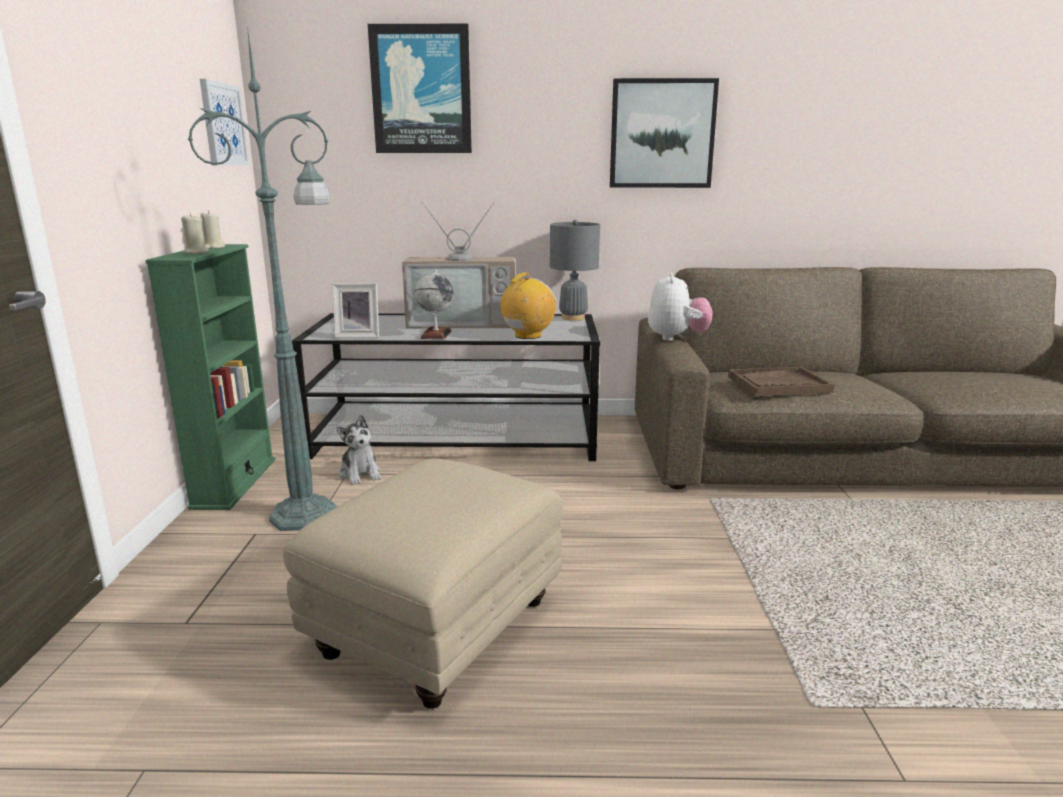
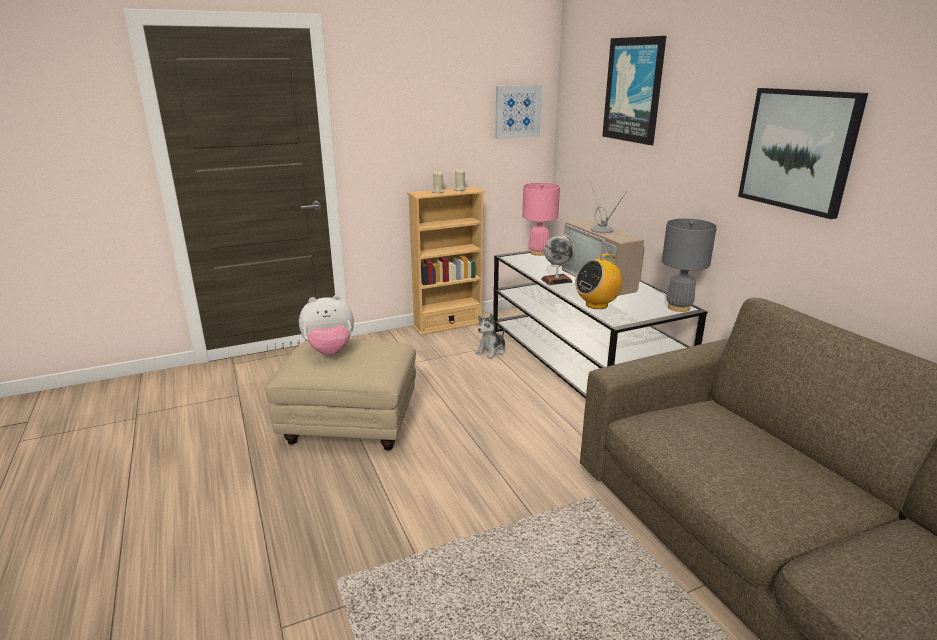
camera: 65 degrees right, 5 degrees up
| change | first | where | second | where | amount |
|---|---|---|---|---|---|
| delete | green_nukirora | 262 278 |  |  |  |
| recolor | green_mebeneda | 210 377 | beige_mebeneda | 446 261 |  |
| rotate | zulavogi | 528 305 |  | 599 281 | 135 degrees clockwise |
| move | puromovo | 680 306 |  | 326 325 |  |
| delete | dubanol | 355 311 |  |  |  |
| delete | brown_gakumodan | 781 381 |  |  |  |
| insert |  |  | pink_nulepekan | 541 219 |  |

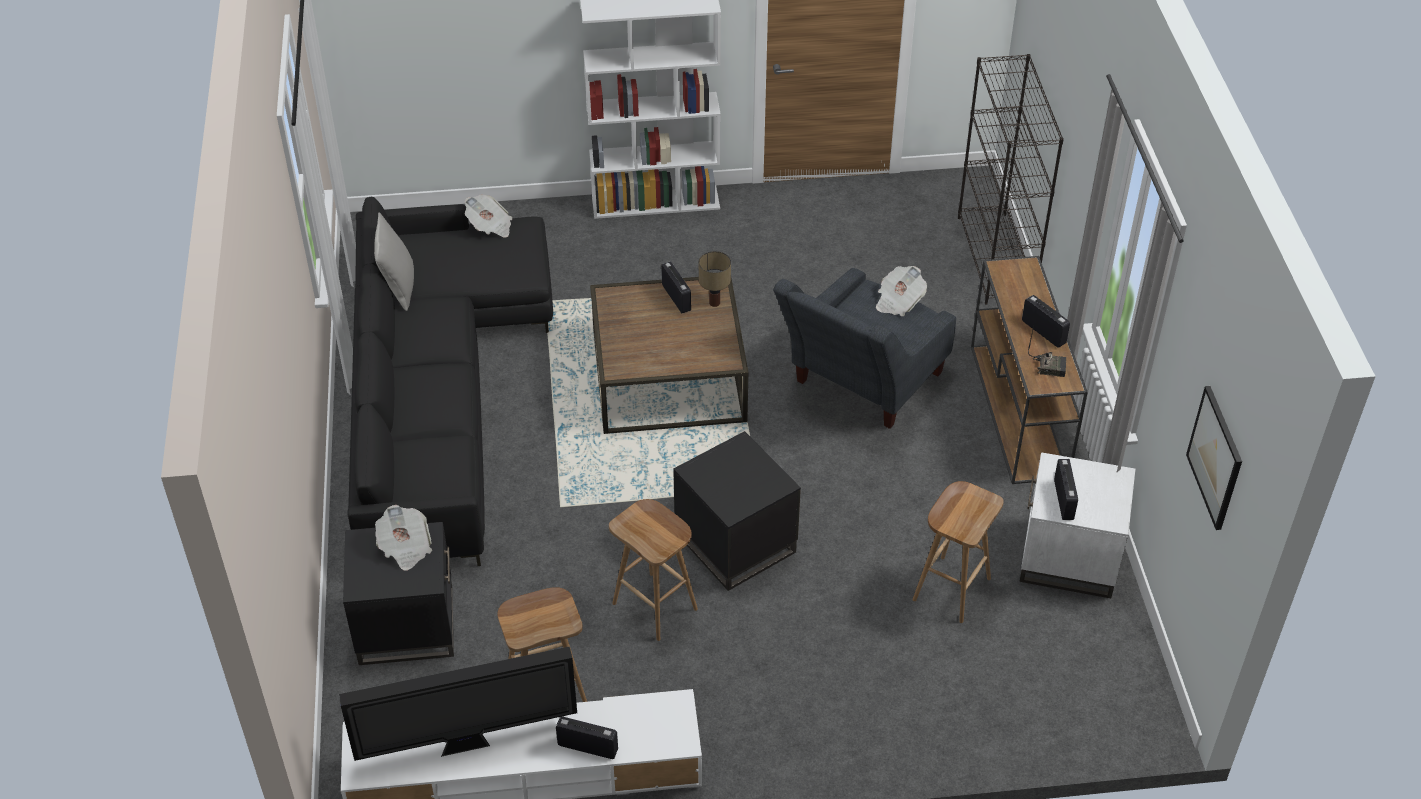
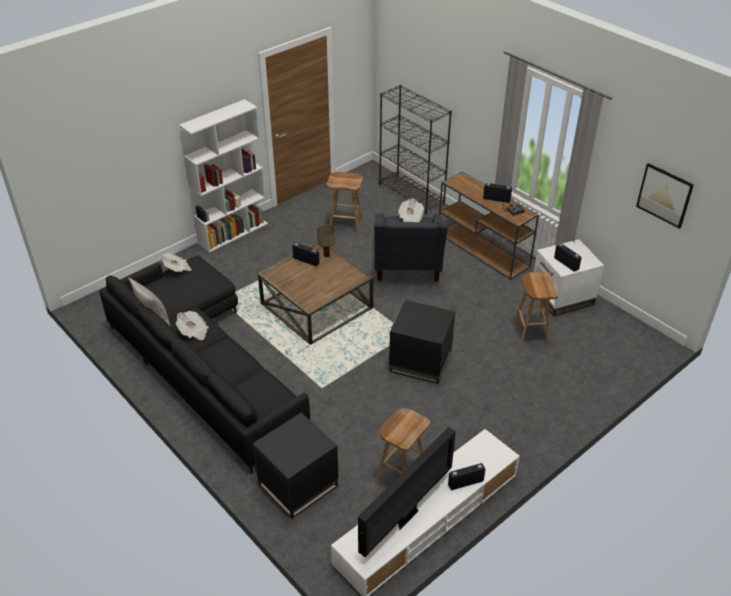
camera: 35 degrees left, 5 degrees down
| change | first | where | second | where | amount |
|---|---|---|---|---|---|
| move | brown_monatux | 653 570 |  | 345 203 |  |
| move | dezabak | 403 538 |  | 192 325 |  |

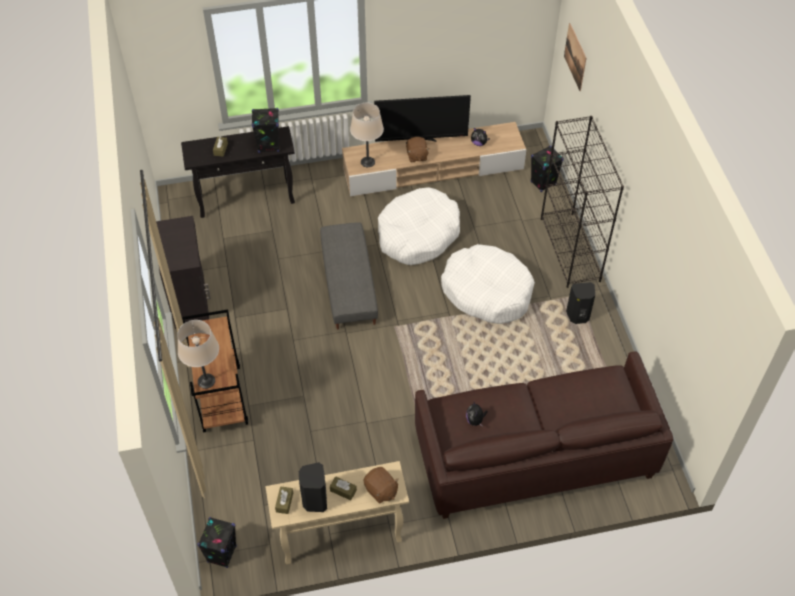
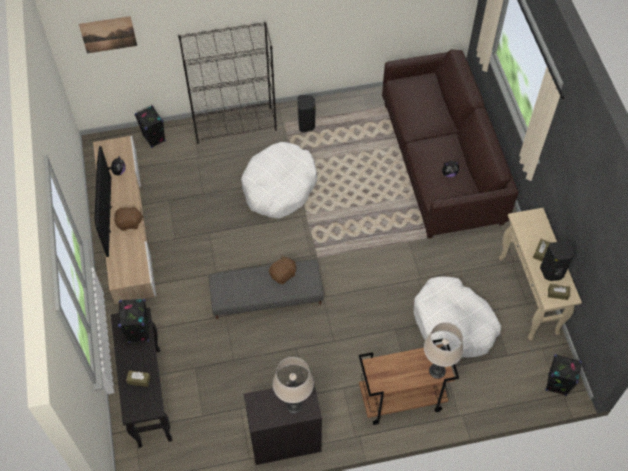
camera: 90 degrees left, 5 degrees up
| change | first | where | second | where | amount |
|---|---|---|---|---|---|
| move | beige_nulepekan | 367 135 |  | 293 385 |  |
| move | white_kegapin | 419 226 |  | 457 317 |  |
| move | brown_puromovo | 381 485 |  | 282 269 |  |

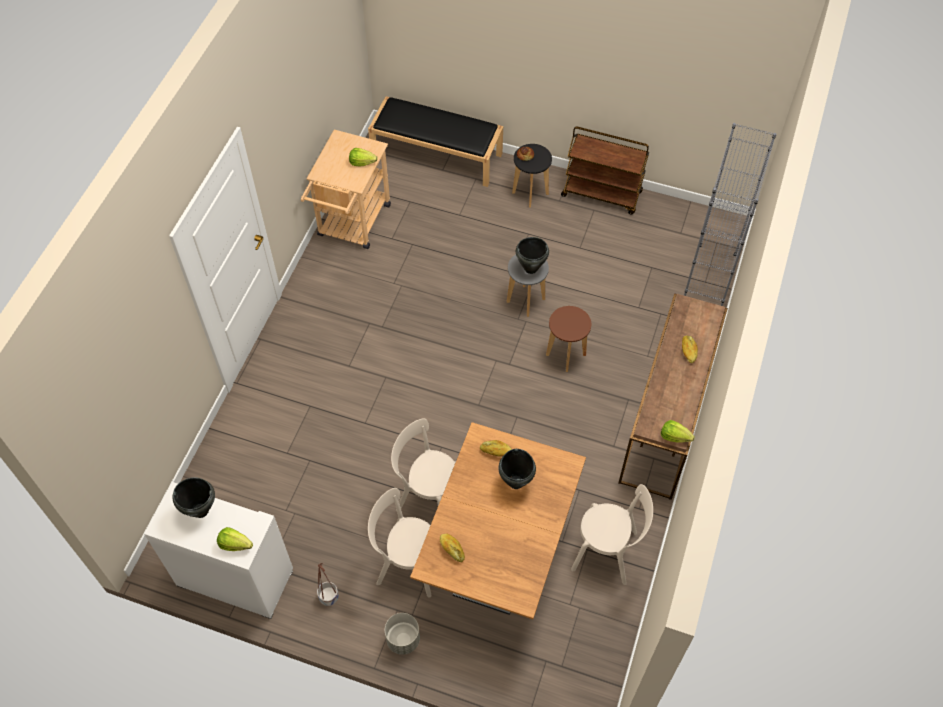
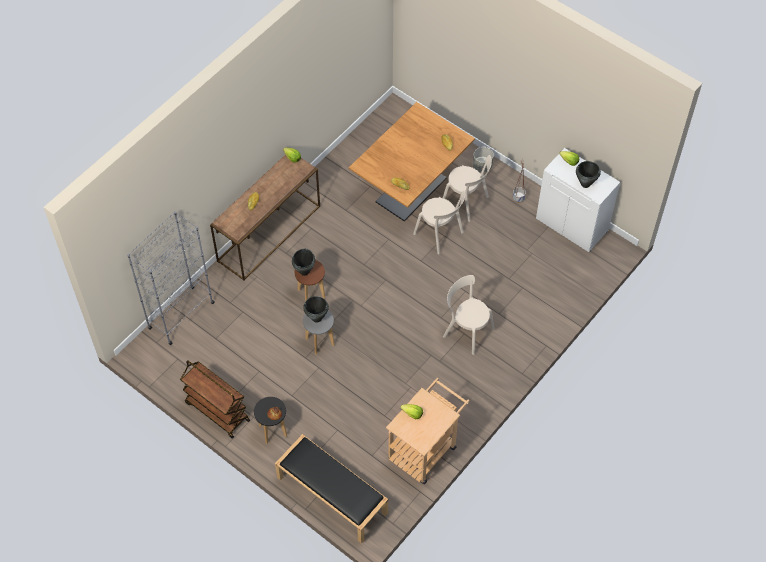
camera: 160 degrees left, 0 degrees up
| change | first | where | second | where | amount |
|---|---|---|---|---|---|
| move | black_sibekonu | 517 469 |  | 303 262 |  |
| move | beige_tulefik | 612 534 |  | 468 315 |  |

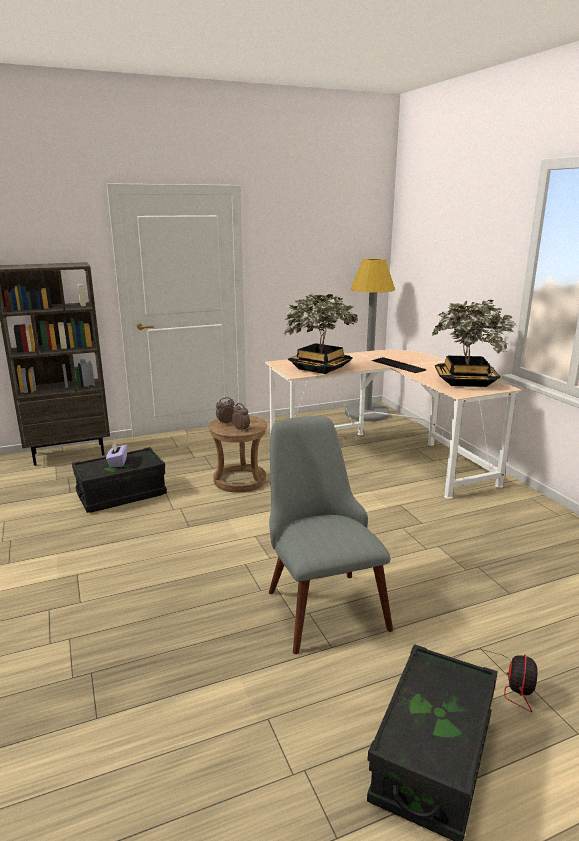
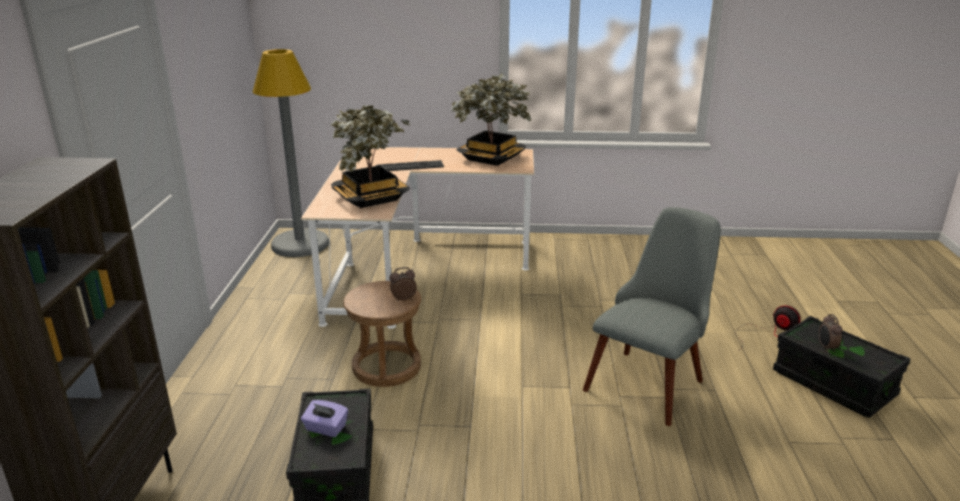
camera: 65 degrees left, 5 degrees up
| change | first | where | second | where | amount |
|---|---|---|---|---|---|
| move | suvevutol | 225 411 |  | 830 333 |  |
| rotate | grey_tulefik | 331 535 |  | 651 316 | 120 degrees clockwise |

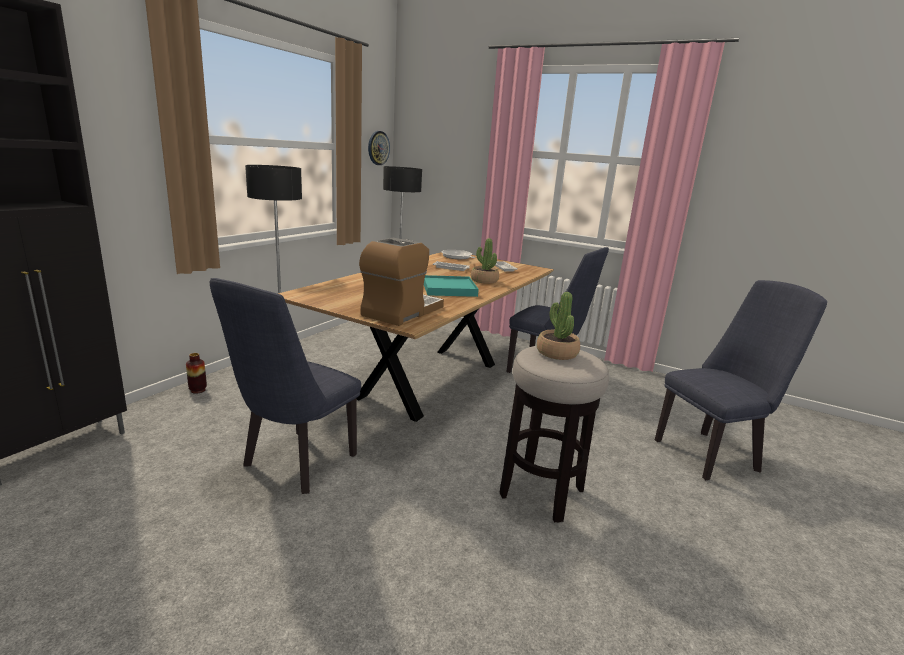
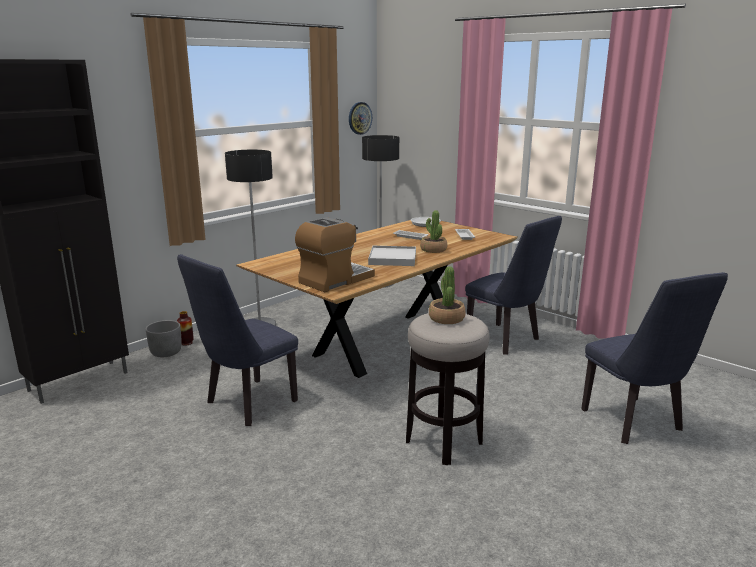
camera: 15 degrees right, 0 degrees up
| change | first | where | second | where | amount |
|---|---|---|---|---|---|
| recolor | turquoise_gakumodan | 451 286 | white_gakumodan | 392 256 |  |
| rotate | blue_tulefik | 741 380 |  | 654 358 | 75 degrees clockwise |
| insert |  |  | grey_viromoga | 163 338 |  |

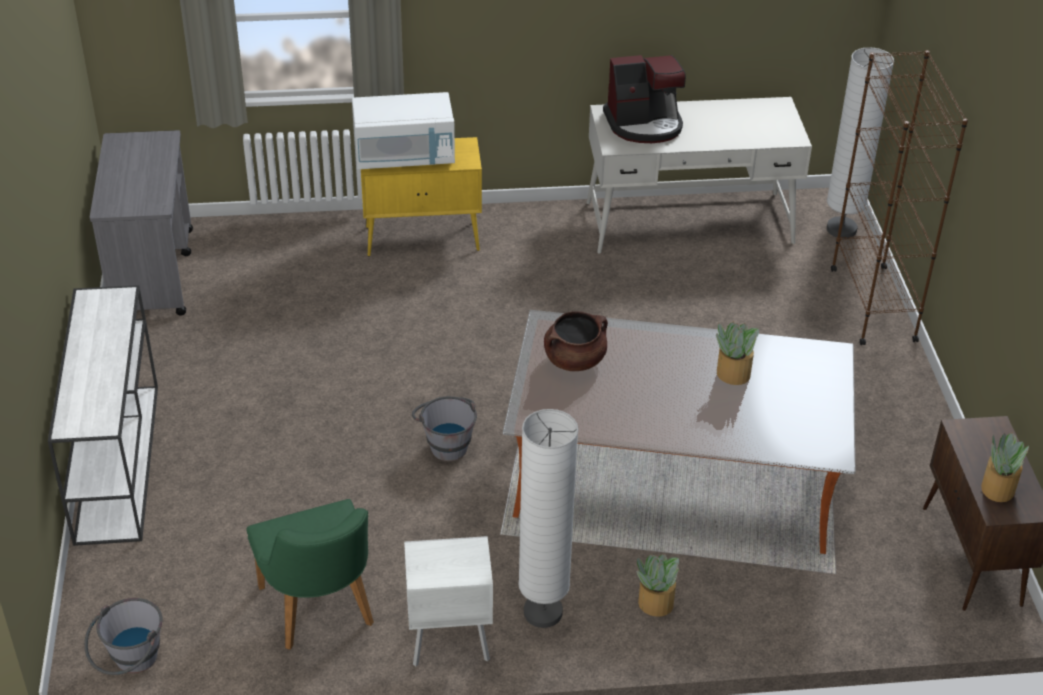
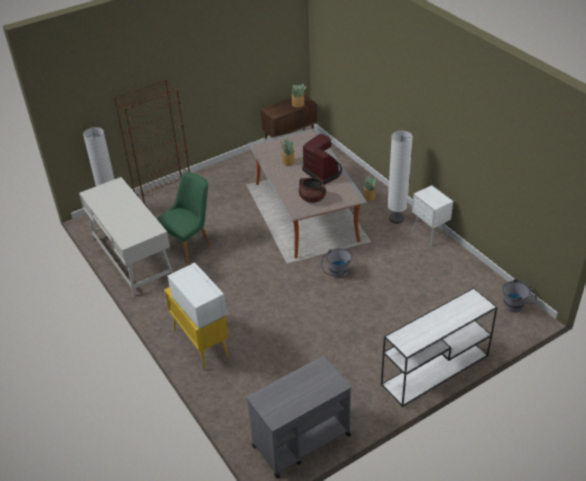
camera: 115 degrees left, 0 degrees up
| change | first | where | second | where | amount |
|---|---|---|---|---|---|
| move | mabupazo | 644 99 |  | 322 159 |  |
| move | green_tulefik | 310 574 |  | 183 218 |  |

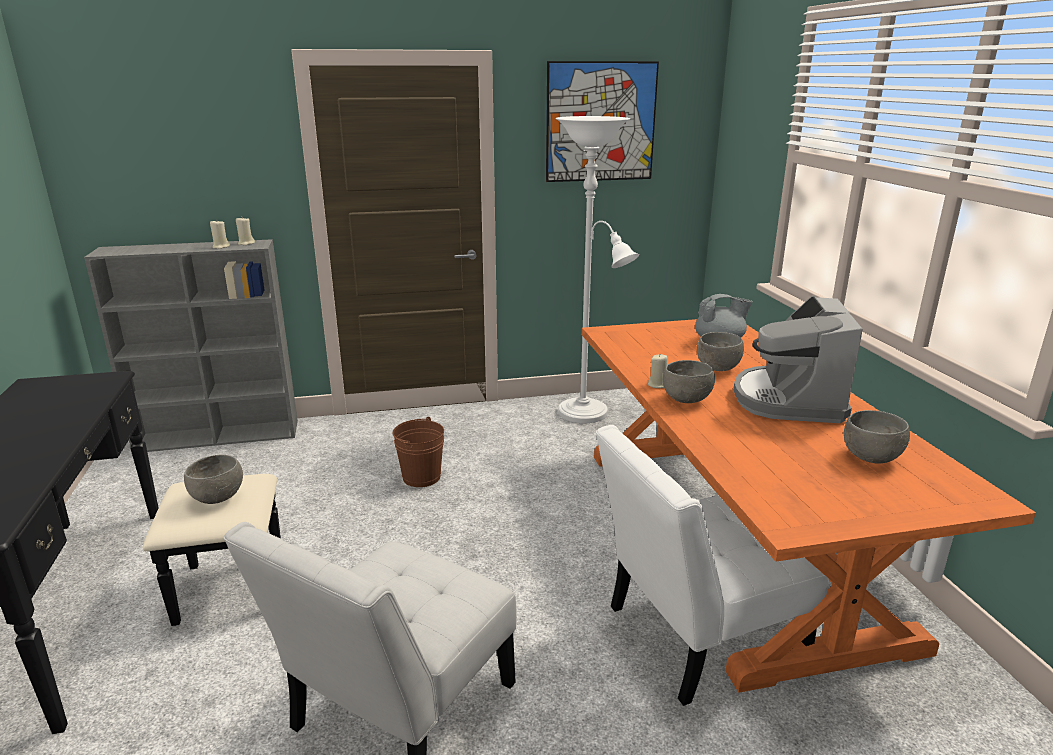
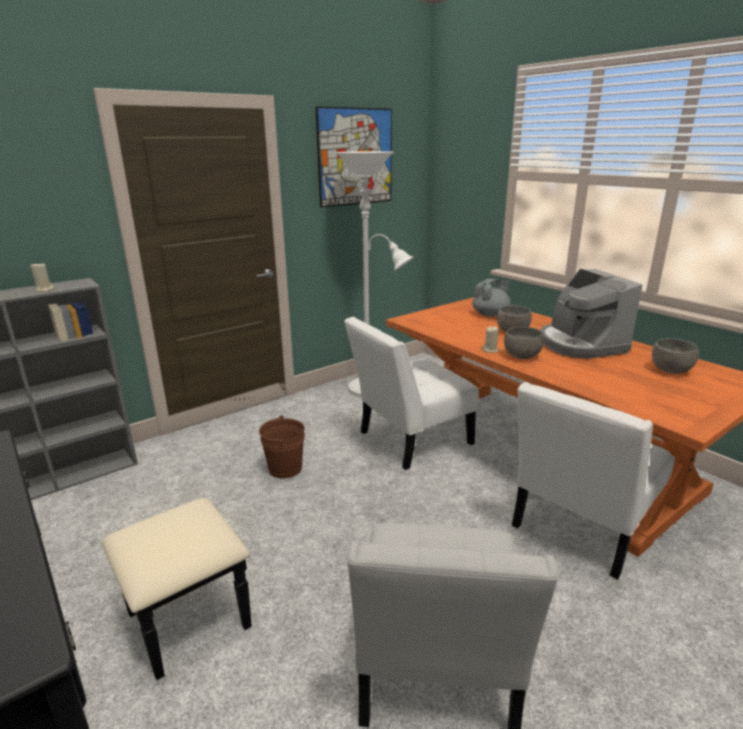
camera: 25 degrees left, 0 degrees up
| change | first | where | second | where | amount |
|---|---|---|---|---|---|
| delete | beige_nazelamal | 245 231 |  |  |  |
| delete | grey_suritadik | 213 479 |  |  |  |
| insert |  |  | white_tulefik | 411 393 |  |

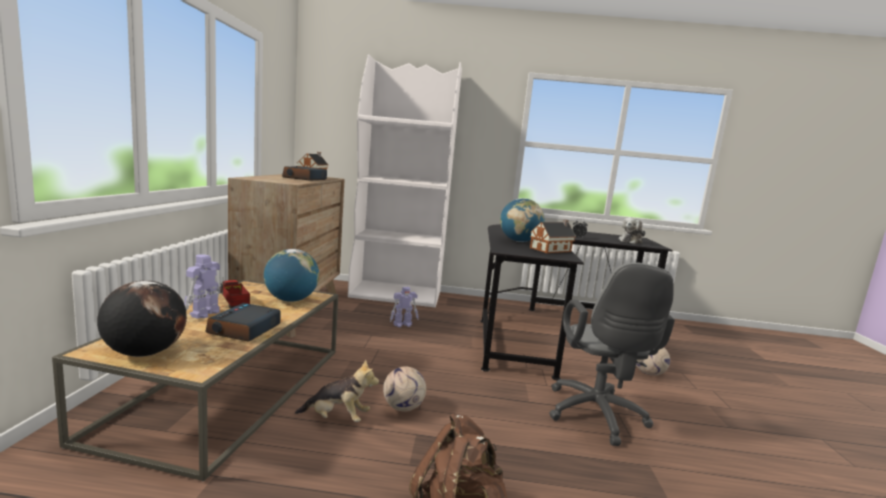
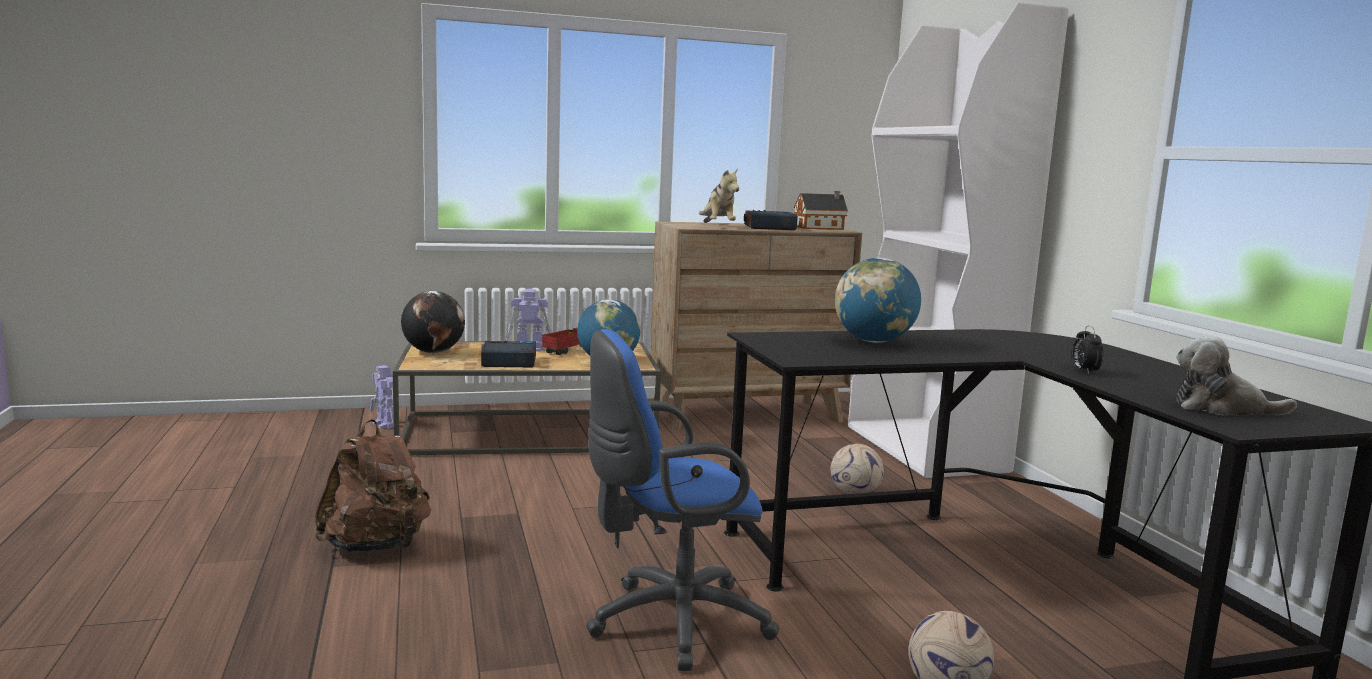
camera: 70 degrees right, 0 degrees up
| change | first | where | second | where | amount |
|---|---|---|---|---|---|
| delete | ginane | 553 236 |  |  |  |
| recolor | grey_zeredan | 612 354 | blue_zeredan | 682 500 |  |
| move | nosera | 404 307 |  | 382 397 |  |
| move | puromovo | 337 390 |  | 718 196 |  |
| move | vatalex | 404 389 |  | 857 469 |  |

